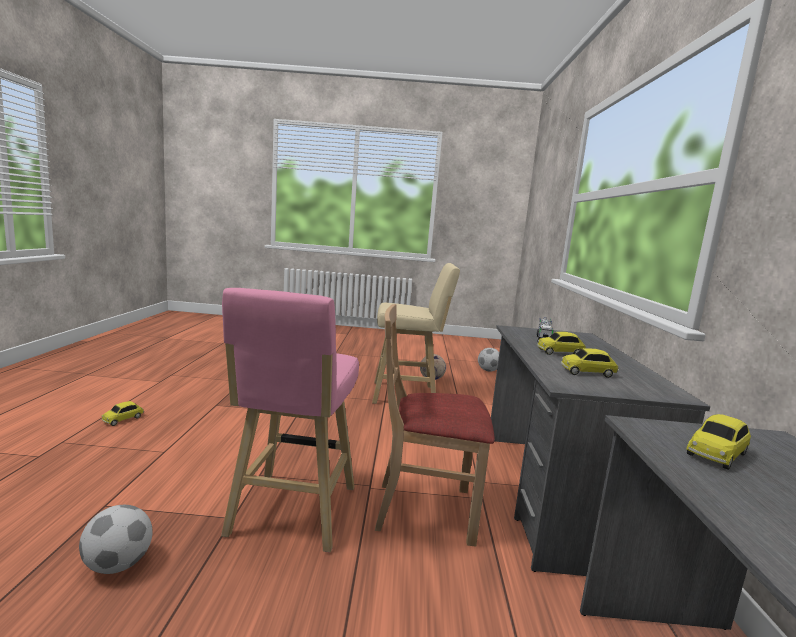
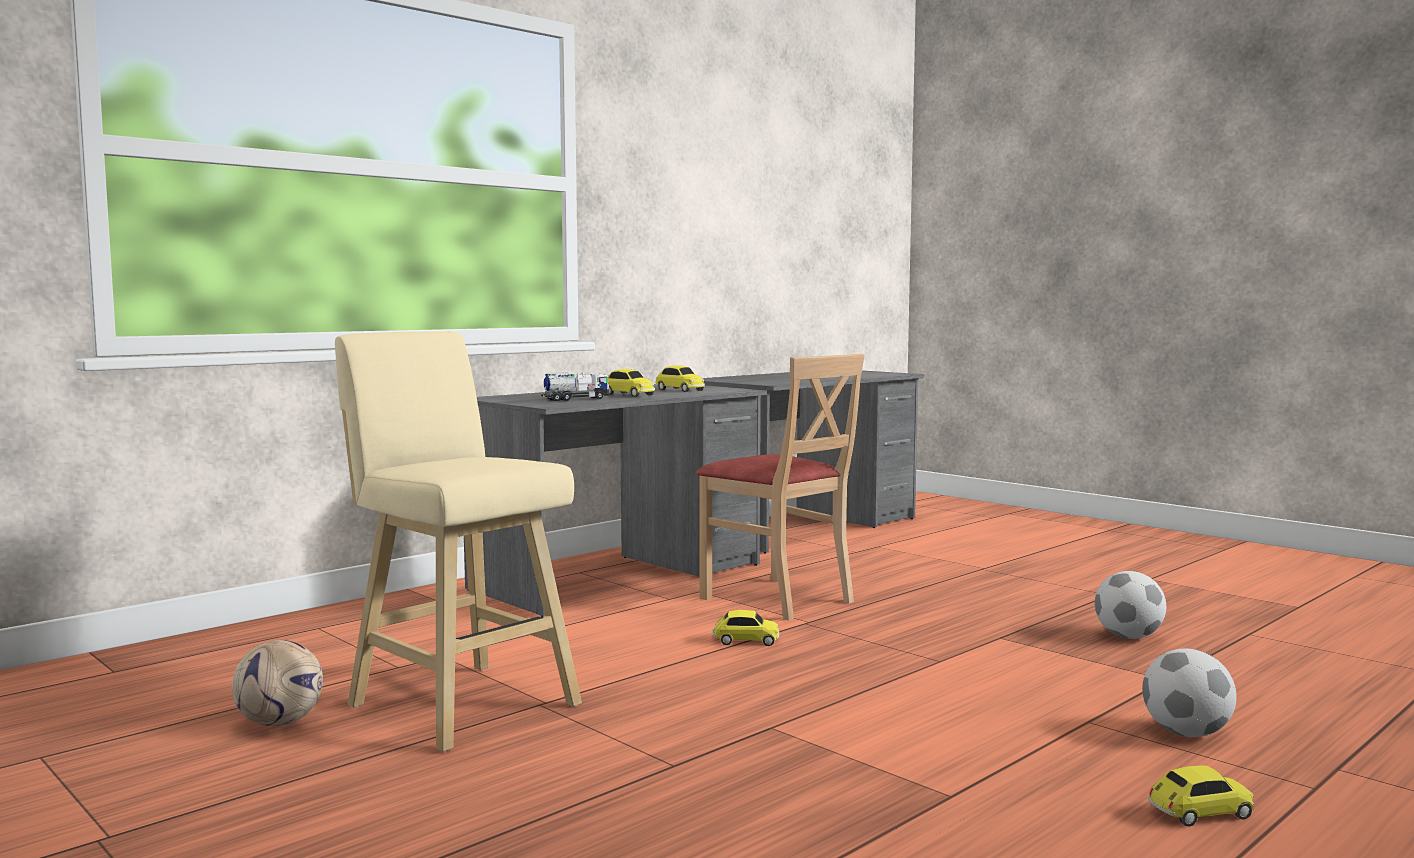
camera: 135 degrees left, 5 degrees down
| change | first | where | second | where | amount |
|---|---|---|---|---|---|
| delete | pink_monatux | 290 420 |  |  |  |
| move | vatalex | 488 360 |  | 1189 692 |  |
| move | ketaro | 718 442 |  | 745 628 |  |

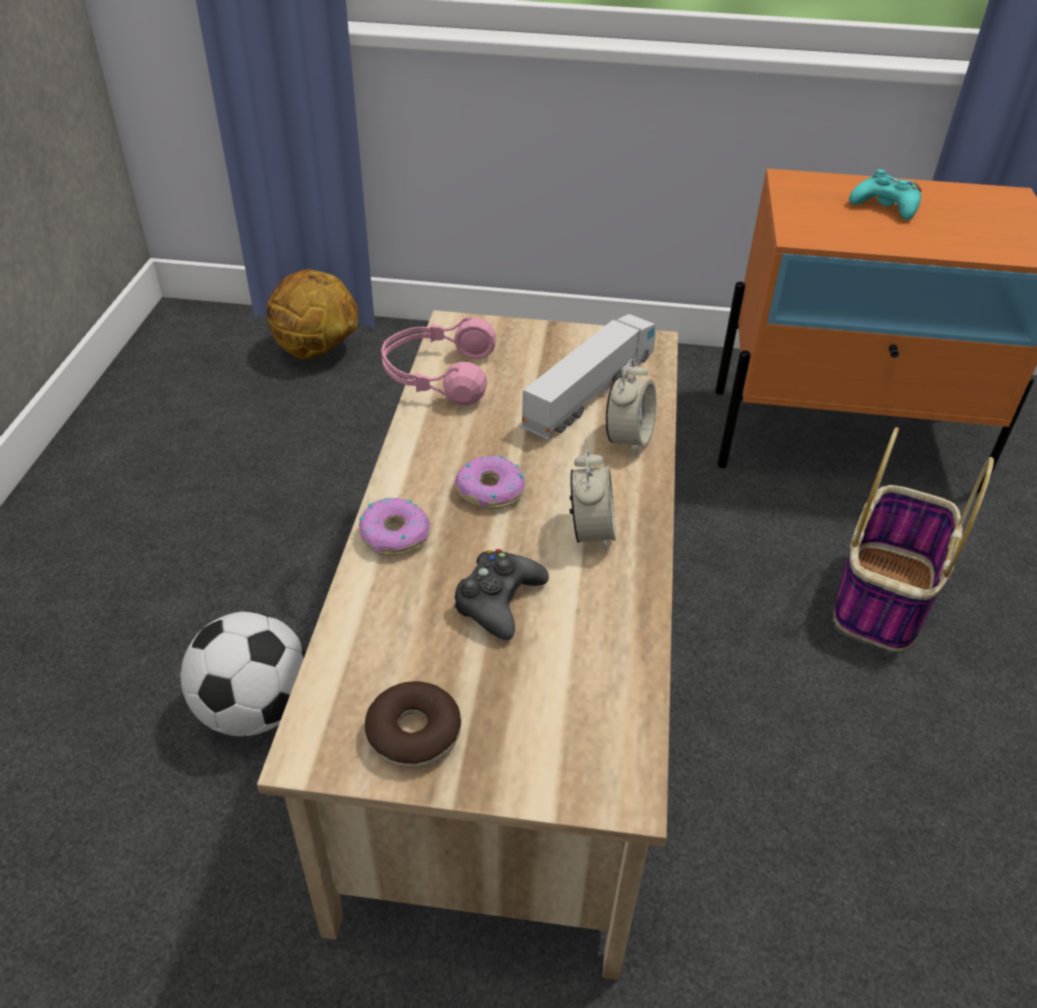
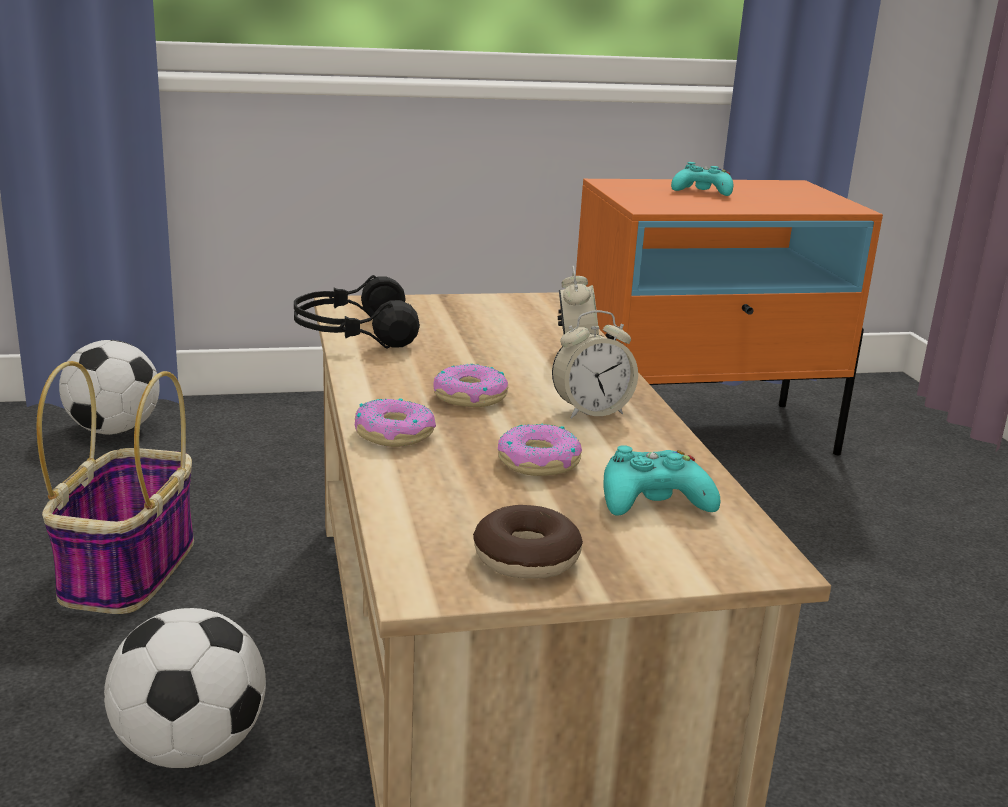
camera: 20 degrees left, 20 degrees down
| change | first | where | second | where | amount |
|---|---|---|---|---|---|
| replace | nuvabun | 312 314 | vatalex | 109 387 |  |
| delete | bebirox | 588 377 |  |  |  |
| recolor | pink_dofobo | 438 361 | black_dofobo | 357 312 |  |
| move | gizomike | 913 539 |  | 115 487 |  |
| rotate | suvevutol | 593 500 |  | 595 364 | 90 degrees clockwise |
| replace | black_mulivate | 501 594 | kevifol | 540 449 |  |
| insert |  |  | turquoise_mulivate | 662 480 |  |

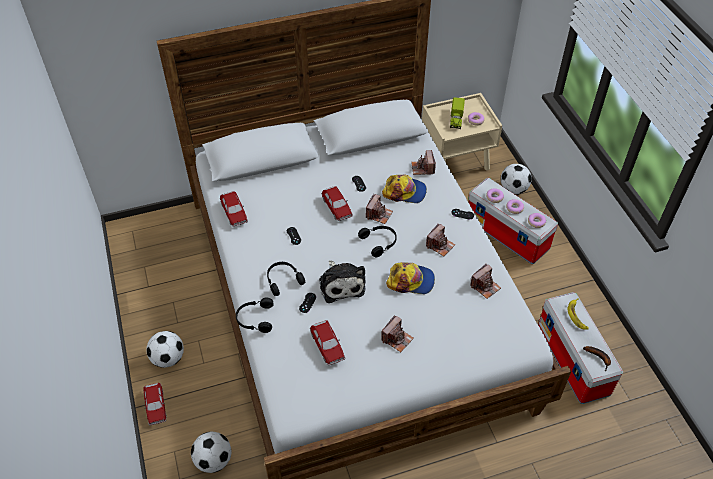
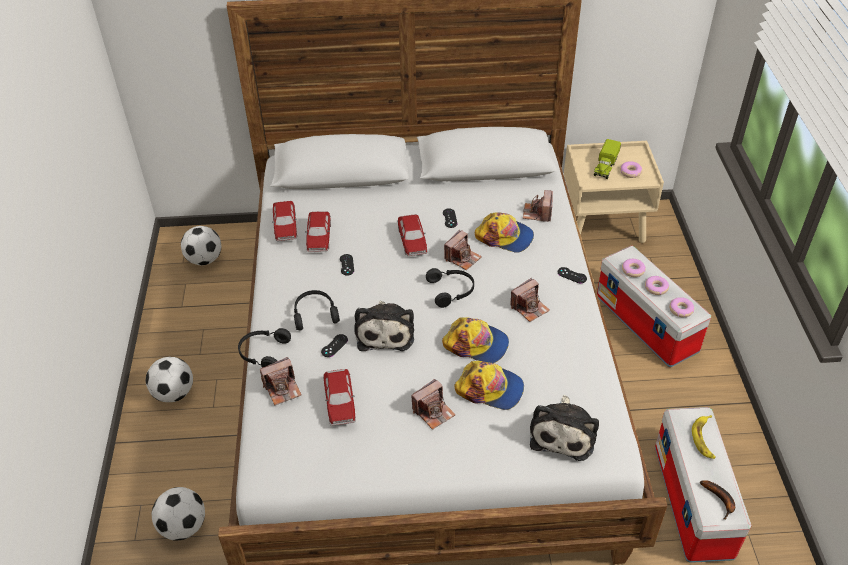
camera: 15 degrees right, 5 degrees down
| change | first | where | second | where | amount |
|---|---|---|---|---|---|
| move | vatalex | 516 179 |  | 201 245 |  |
| move | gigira | 485 281 |  | 281 381 |  |
| move | ketaro | 155 404 |  | 318 231 |  |
| insert |  |  | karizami | 489 385 |  |
| insert |  |  | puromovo | 564 428 |  |

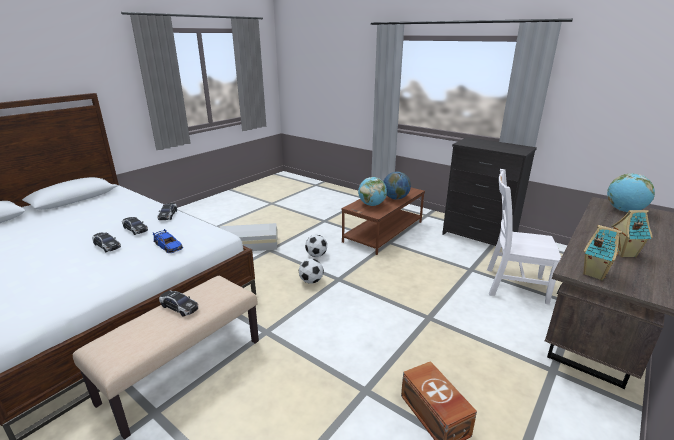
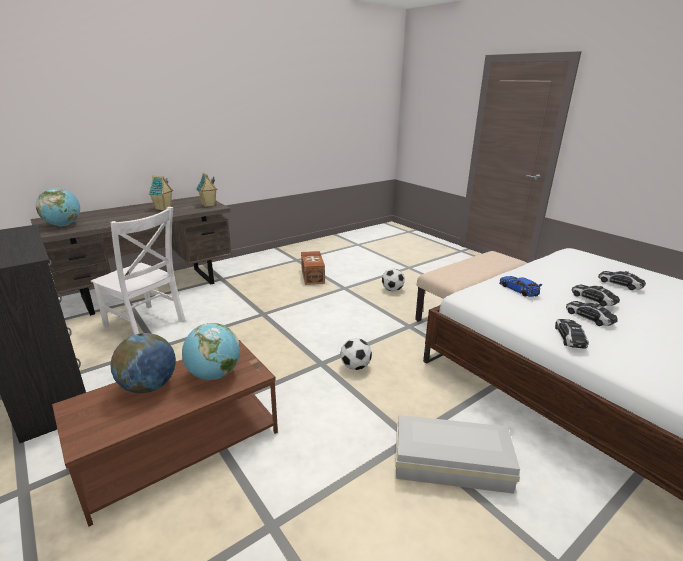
camera: 165 degrees left, 0 degrees up
| change | first | where | second | where | amount |
|---|---|---|---|---|---|
| move | vatalex | 316 246 |  | 393 280 |  |
| move | ketaro | 178 304 |  | 622 280 |  |

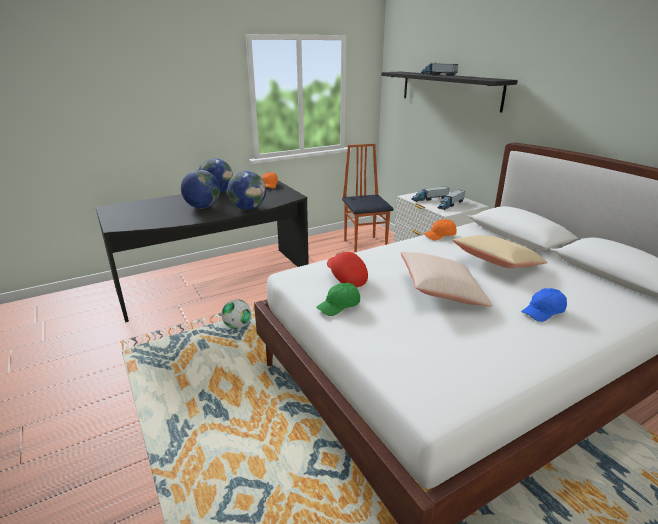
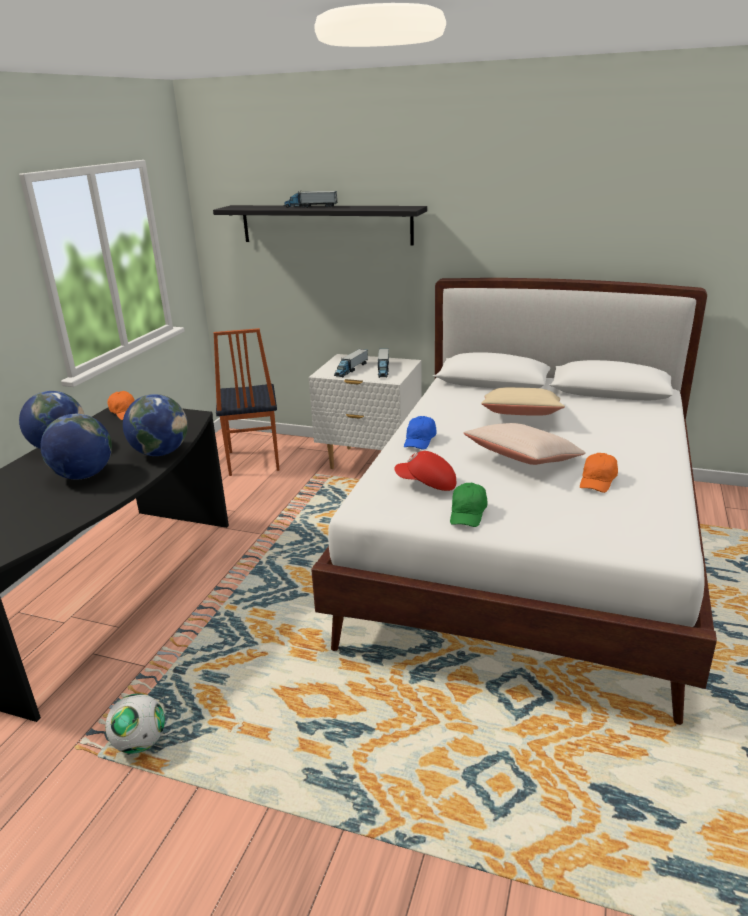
camera: 40 degrees left, 0 degrees up
| change | first | where | second | where | amount |
|---|---|---|---|---|---|
| rotate | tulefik | 367 198 |  | 246 402 | 135 degrees counterclockwise |
| move | orange_karizami | 440 229 |  | 599 473 |  |
| move | blue_karizami | 544 305 |  | 420 433 |  |
| move | vatalex | 236 314 |  | 135 724 |  |

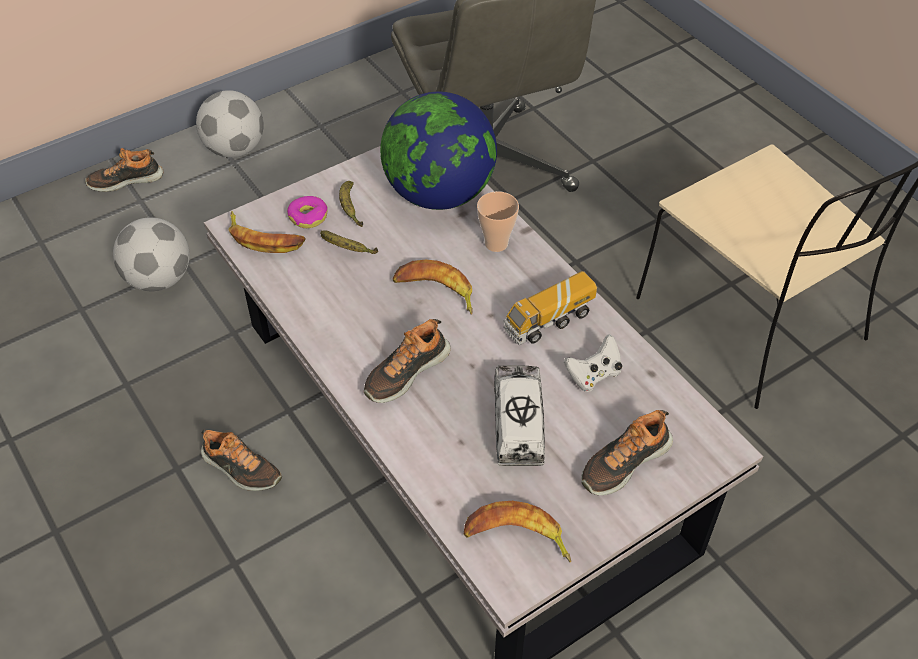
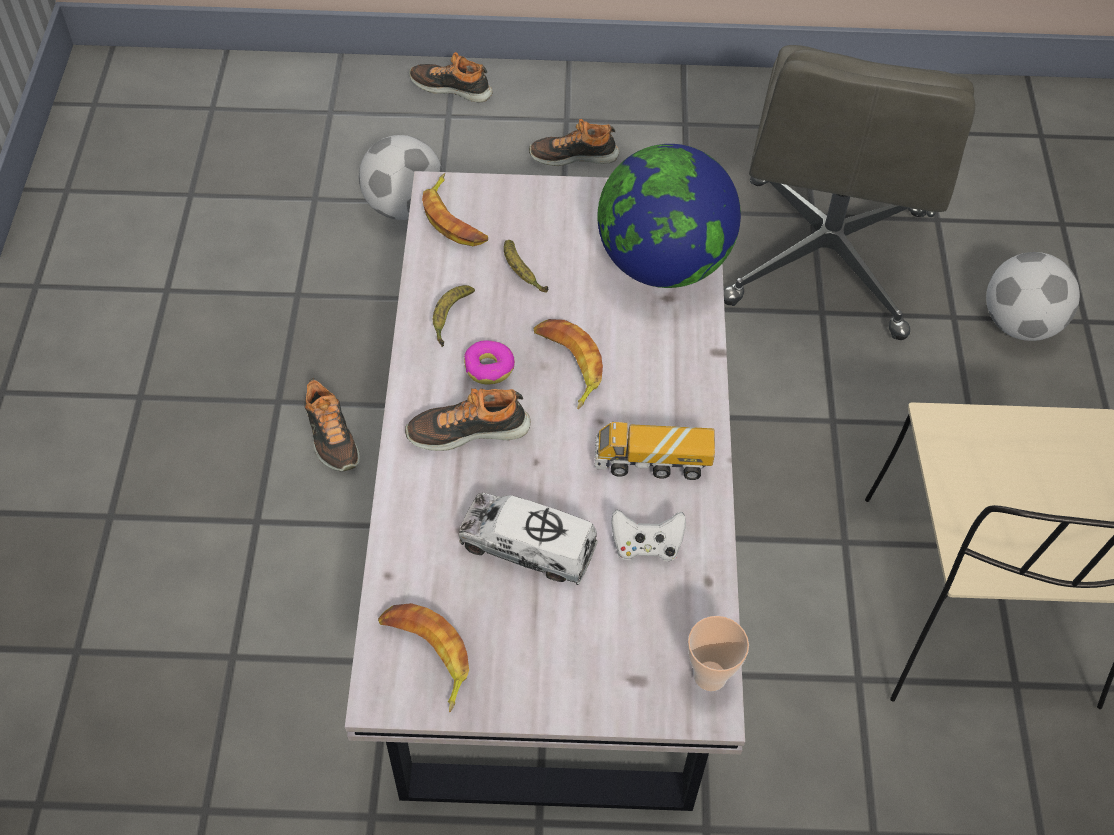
camera: 35 degrees right, 5 degrees up
| change | first | where | second | where | amount |
|---|---|---|---|---|---|
| move | vatalex | 230 124 |  | 1033 296 |  |
| move | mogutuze | 351 204 |  | 454 316 |  |
| move | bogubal | 498 221 |  | 718 653 |  |
| move | kevifol | 307 212 |  | 489 362 |  |
| rotate | bebirox | 519 415 |  | 528 539 | 105 degrees counterclockwise |
| move | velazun | 627 452 |  | 574 142 |  |

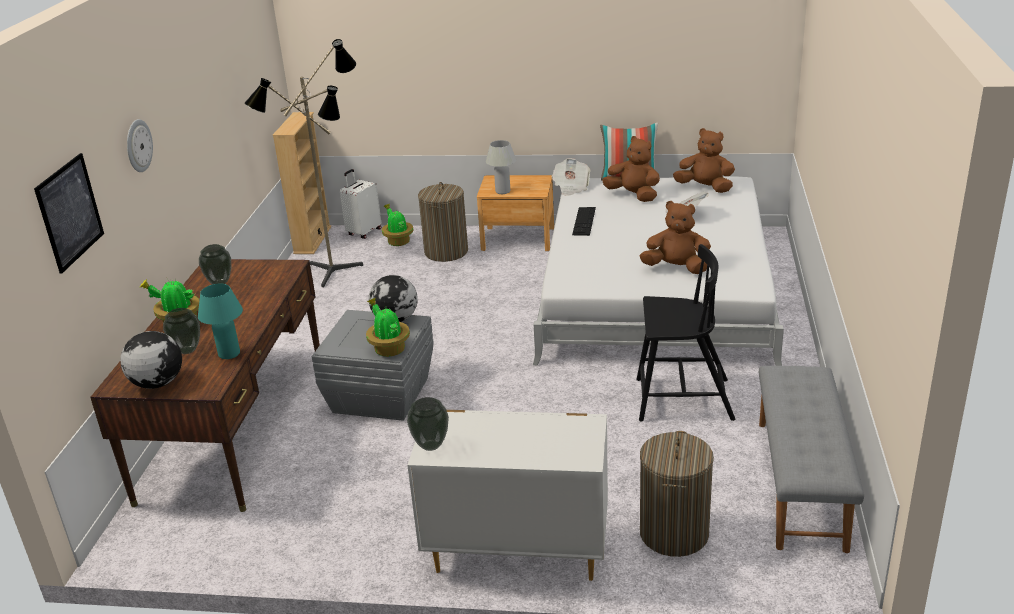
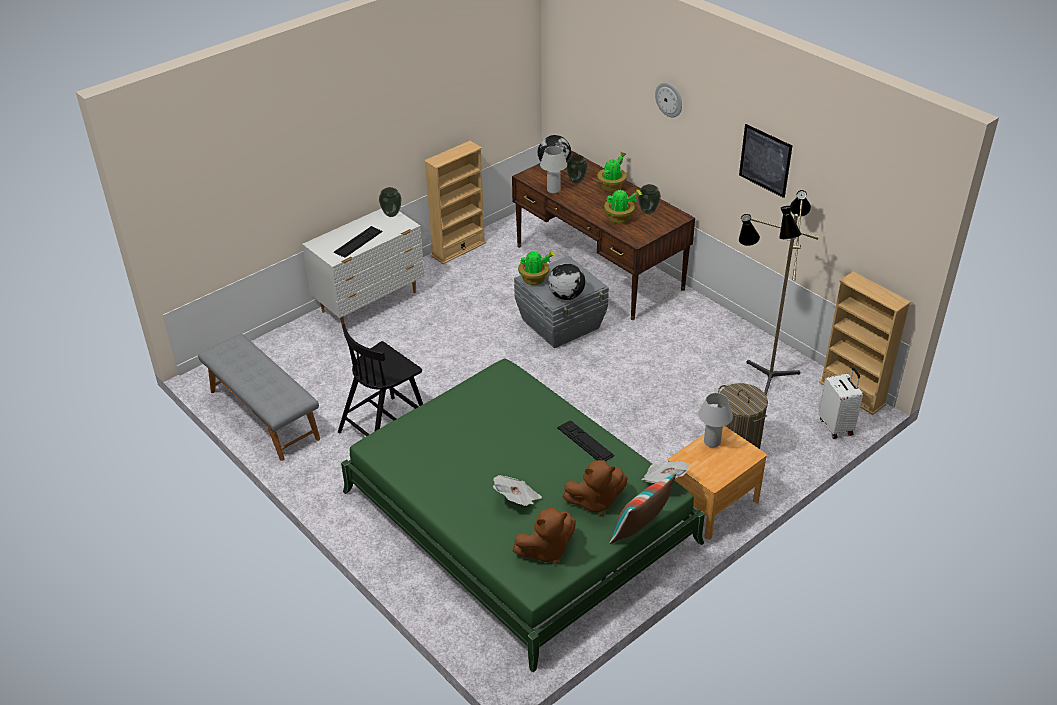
camera: 130 degrees right, 10 degrees up
| change | first | where | second | where | amount |
|---|---|---|---|---|---|
| move | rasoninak | 69 213 |  | 765 161 |  |
| recolor | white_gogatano | 658 271 | green_gogatano | 523 515 |  |
| delete | brown_puromovo | 675 237 |  |  |  |
| move | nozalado | 397 225 |  | 623 206 |  |
| recolor | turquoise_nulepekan | 220 321 | white_nulepekan | 553 170 |  |
| delete | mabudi | 677 494 |  |  |  |
| insert |  |  | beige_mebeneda | 455 202 |  |
| insert |  |  | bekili | 358 242 |  |

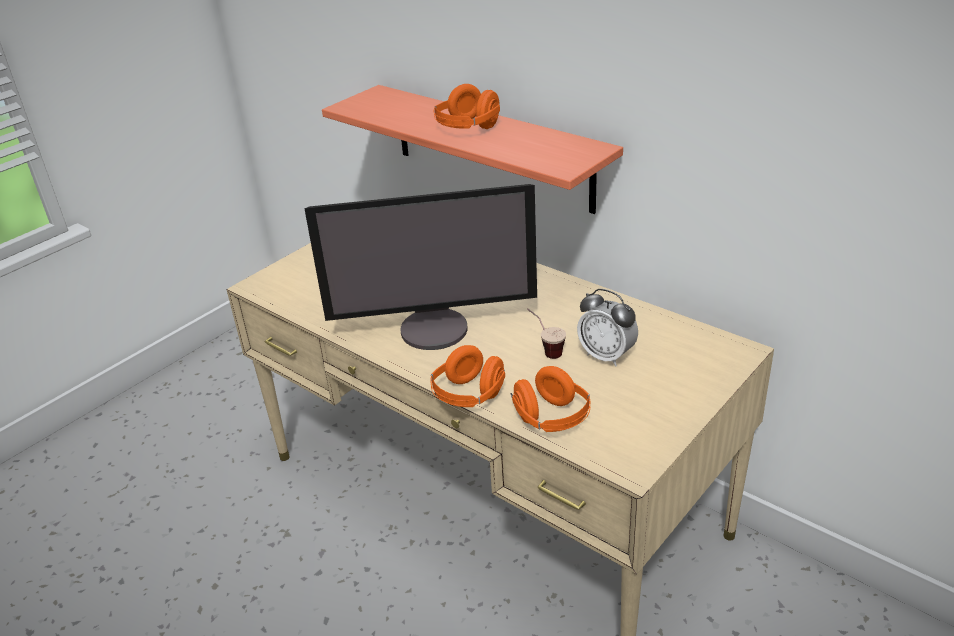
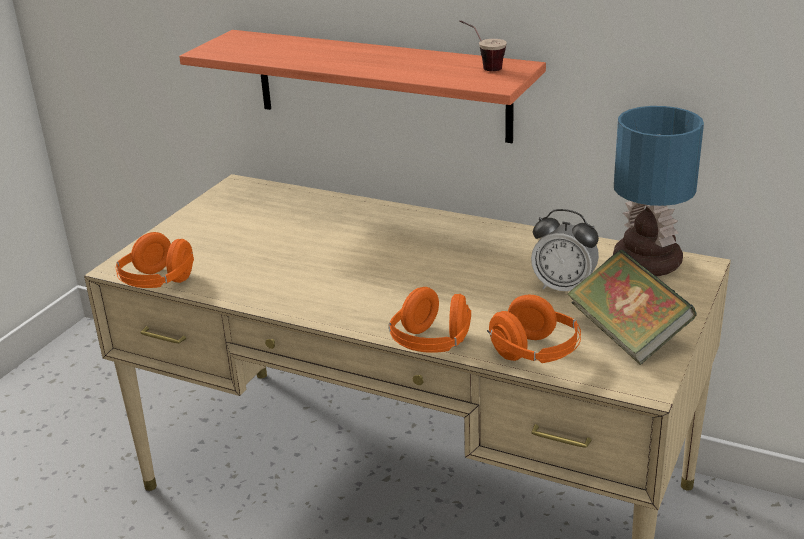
camera: 15 degrees left, 5 degrees down
| change | first | where | second | where | amount |
|---|---|---|---|---|---|
| move | orange_dofobo | 466 106 |  | 155 260 |  |
| delete | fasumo | 420 267 |  |  |  |
| move | bogubal | 546 333 |  | 483 45 |  |
| insert |  |  | nulepekan | 658 191 |  |
| insert |  |  | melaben | 631 307 |  |

